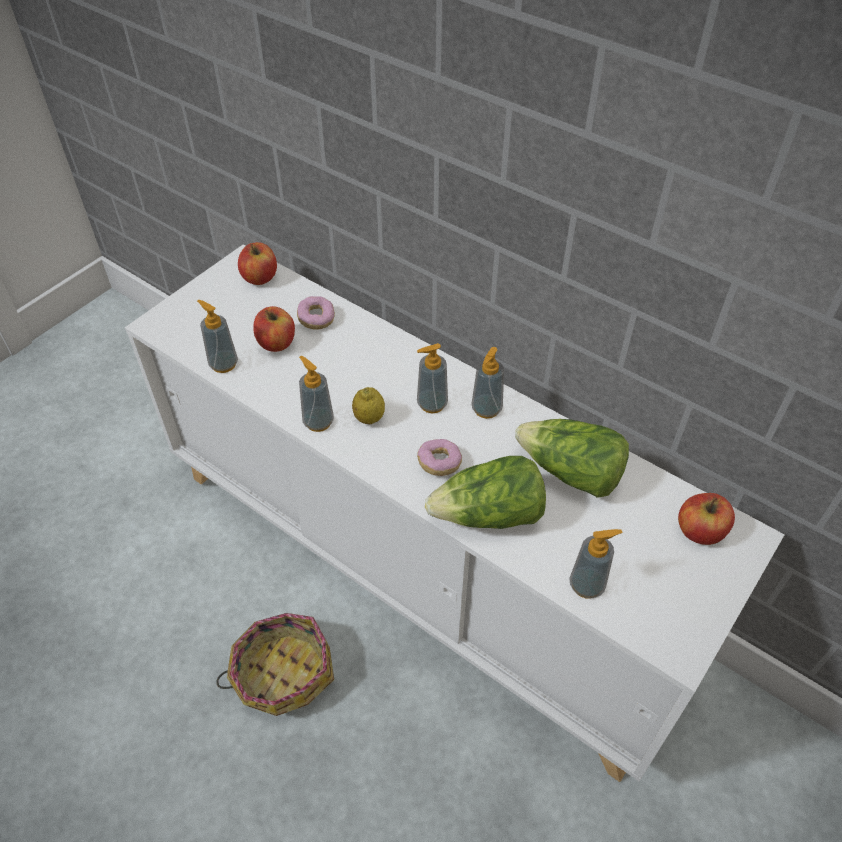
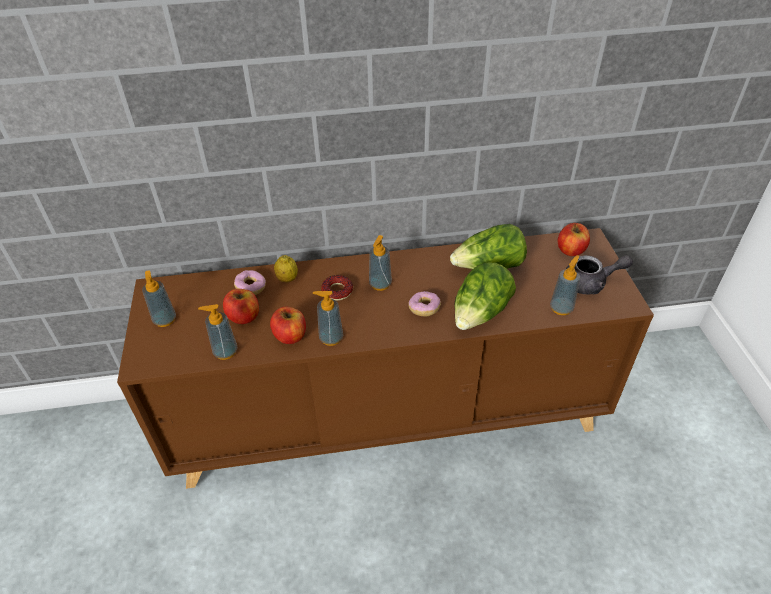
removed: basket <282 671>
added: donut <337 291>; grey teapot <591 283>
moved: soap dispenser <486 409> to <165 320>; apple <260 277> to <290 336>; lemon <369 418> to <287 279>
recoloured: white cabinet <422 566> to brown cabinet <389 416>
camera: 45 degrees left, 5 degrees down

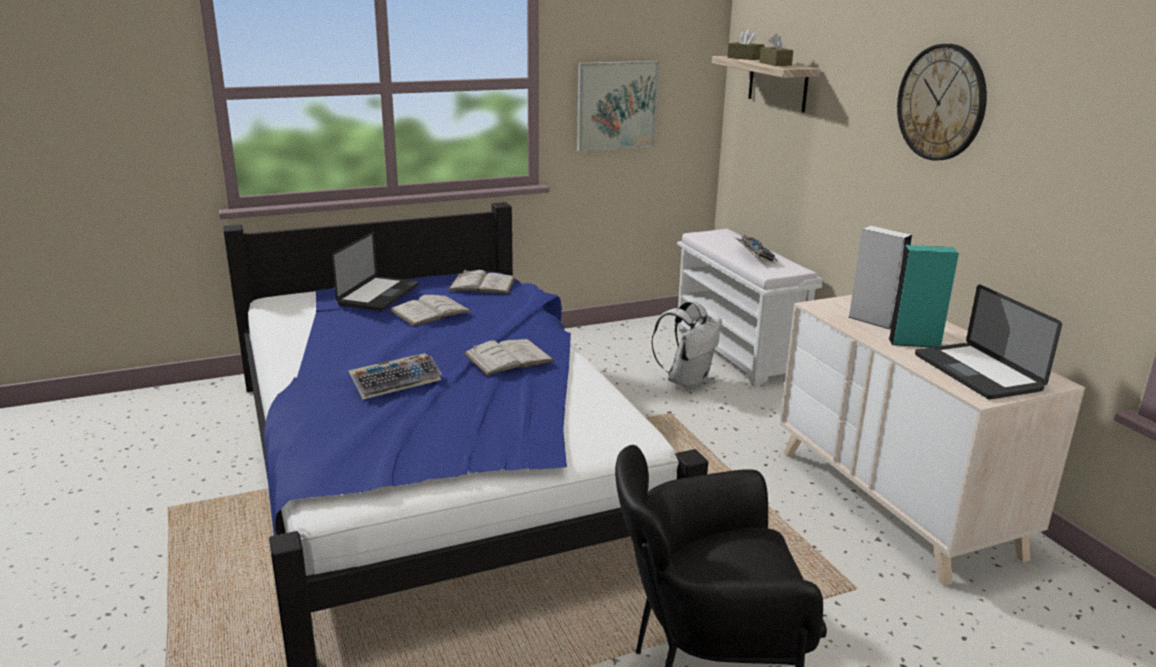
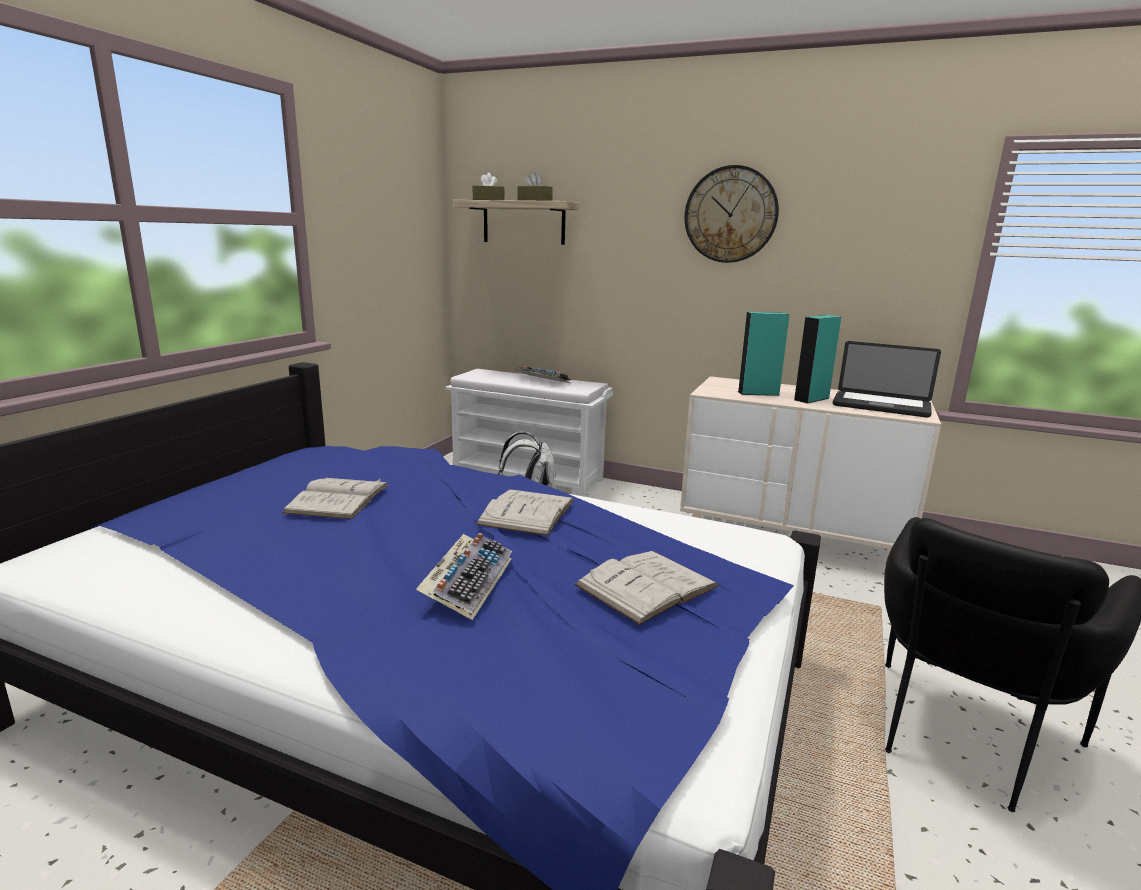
removed: laptop <379 295>; picture <616 105>
moved: white book <482 284> to <646 585>
recoloured: white speaker <872 321> to turquoise speaker <758 393>
camera: 45 degrees left, 5 degrees down

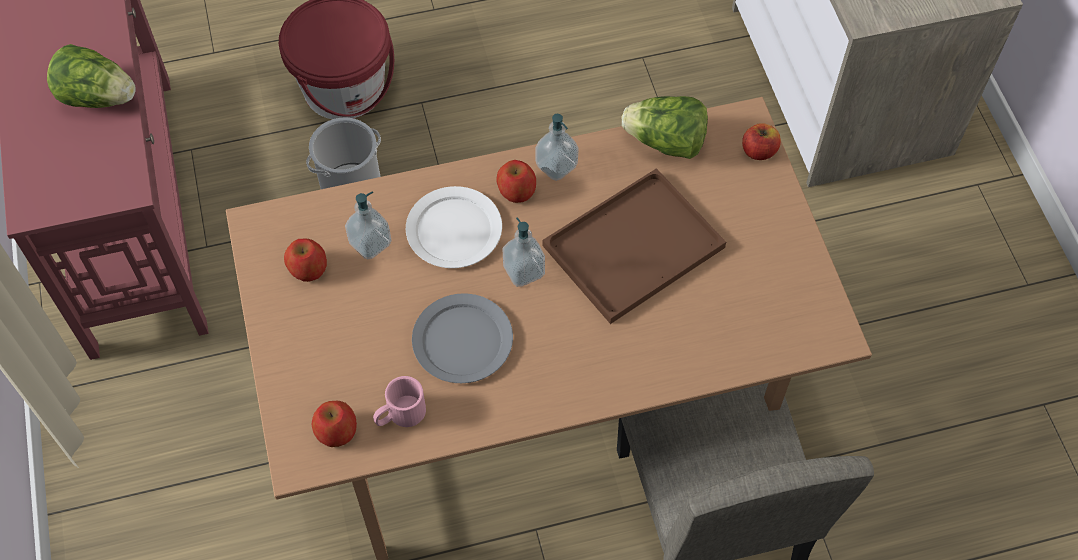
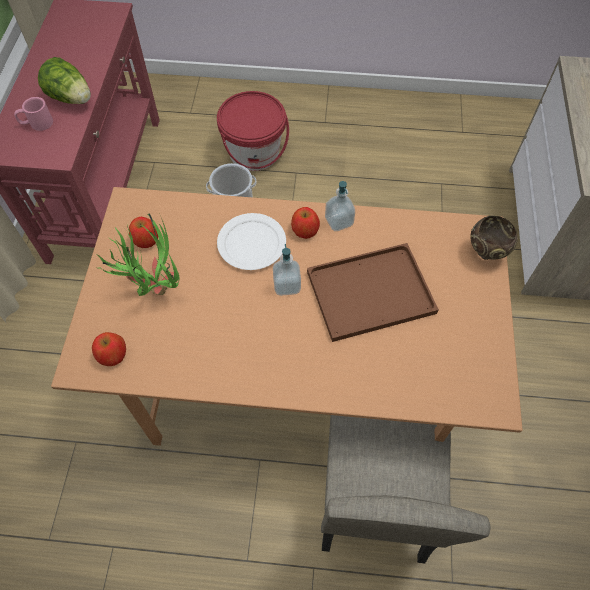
removed: soap dispenser <370 243>; grey plate <463 341>; lettuce <665 142>
added: potted plant <152 286>
moved: pink mug <399 415> to <36 123>
replaced: apple <758 151> to brown bowl <487 253>
camera: 20 degrees right, 0 degrees up

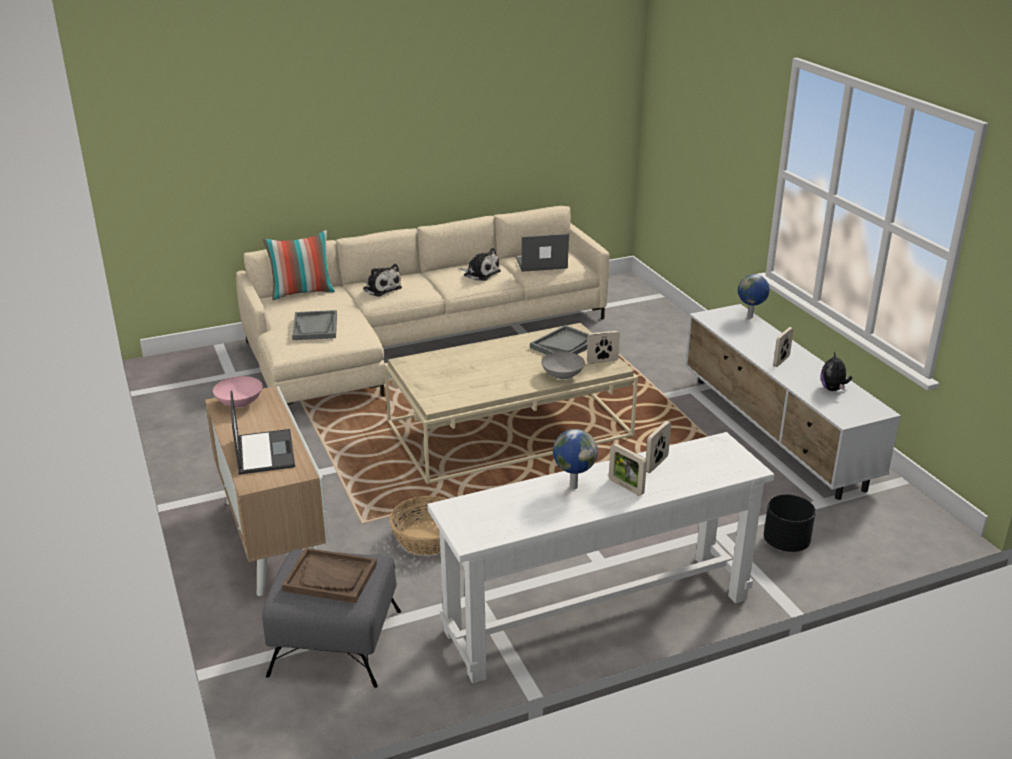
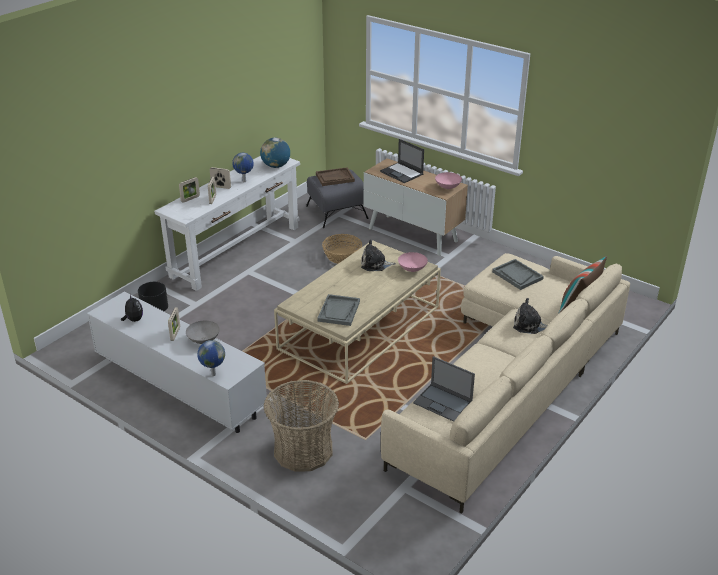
added: globe <276 166>; basket <303 450>; pink bowl <412 269>
moved: picture frame <602 361> to <190 199>; grey bowl <563 376> to <203 340>; plush toy <480 273> to <375 264>
turned: laptop <540 263> = <443 403> 75 degrees clockwise
camera: 150 degrees right, 5 degrees up

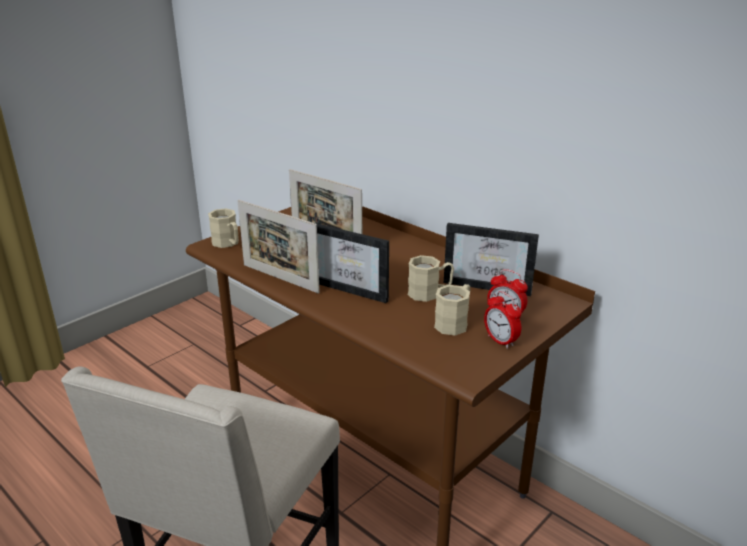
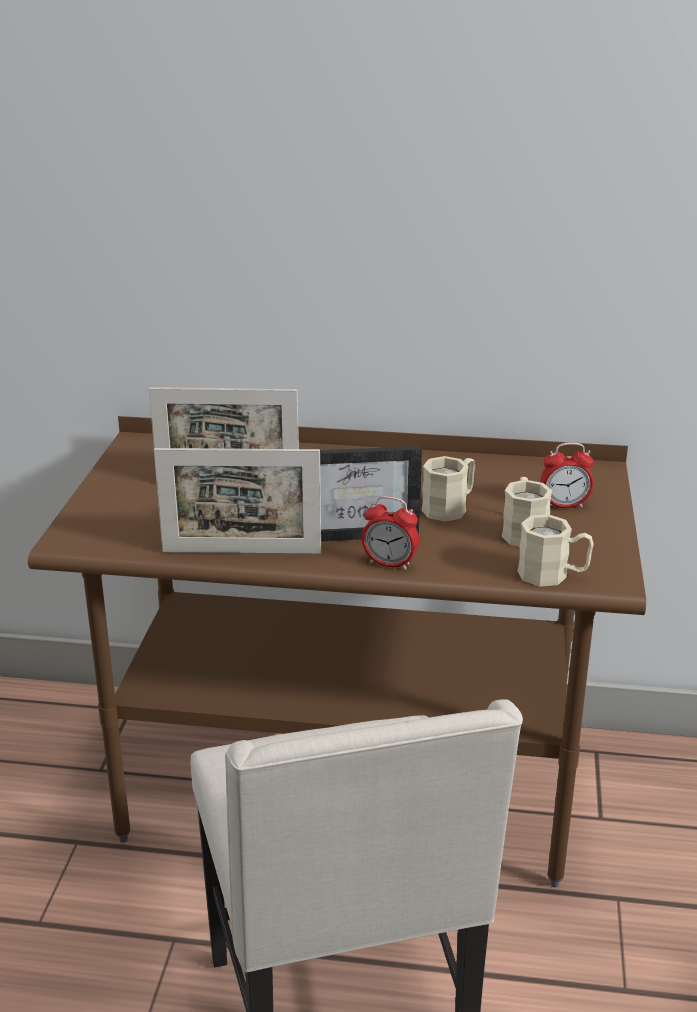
removed: picture frame <490 284>
moved: alarm clock <500 341> to <390 564>; beige mug <228 244> to <553 575>
camera: 35 degrees left, 0 degrees up

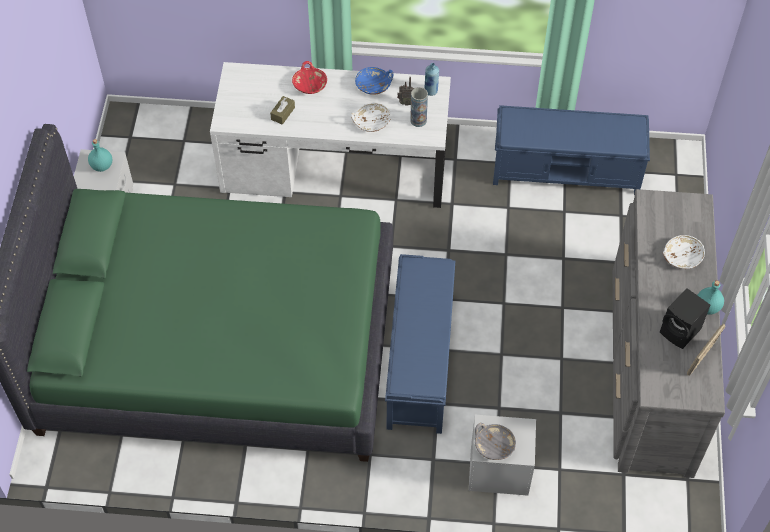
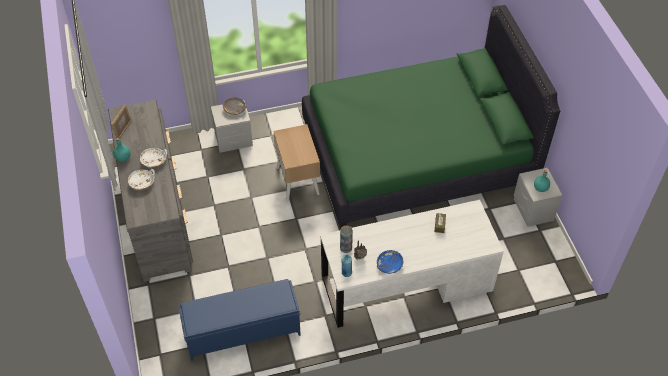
removed: red bowl <310 84>; black speaker <681 332>
moved: white bowl <371 122> to <154 160>
replaced: blue bench <420 359> to beige nightstand <298 181>
camera: 160 degrees right, 5 degrees down

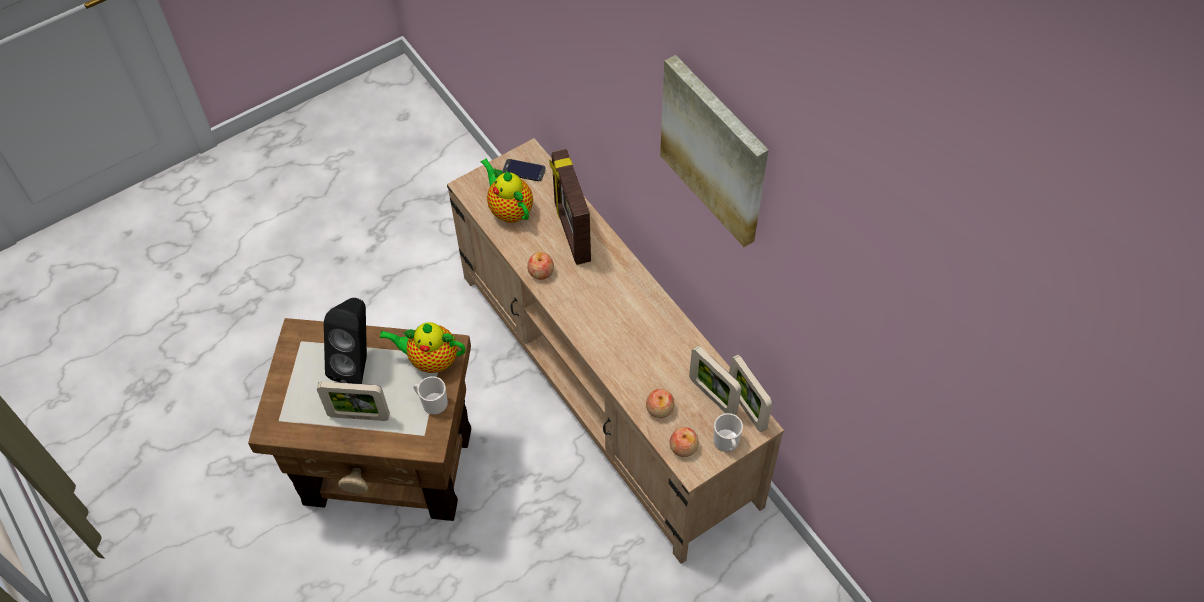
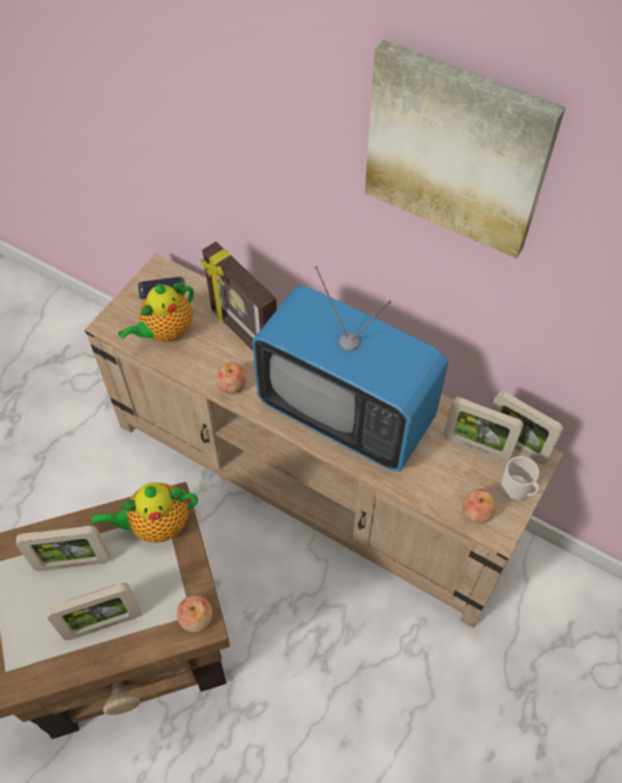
removed: mug <432 403>
added: television <346 413>
moved: apple <659 409> to <196 618>
replaced: black speaker <357 363> to picture frame <73 563>
turned: teapot <509 209> = <166 332> 75 degrees counterclockwise
camera: 25 degrees left, 0 degrees up

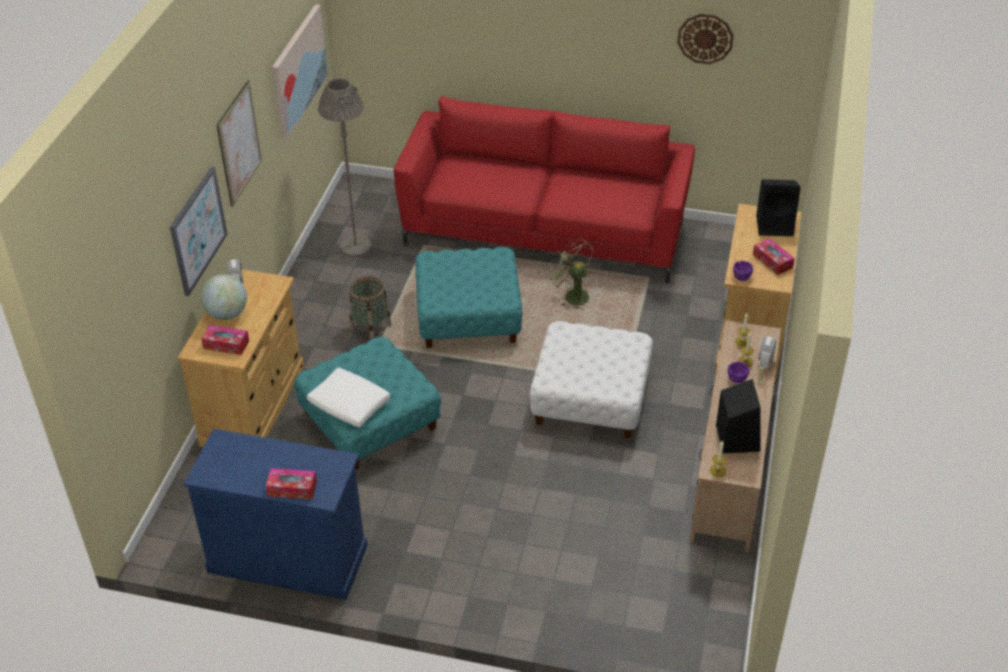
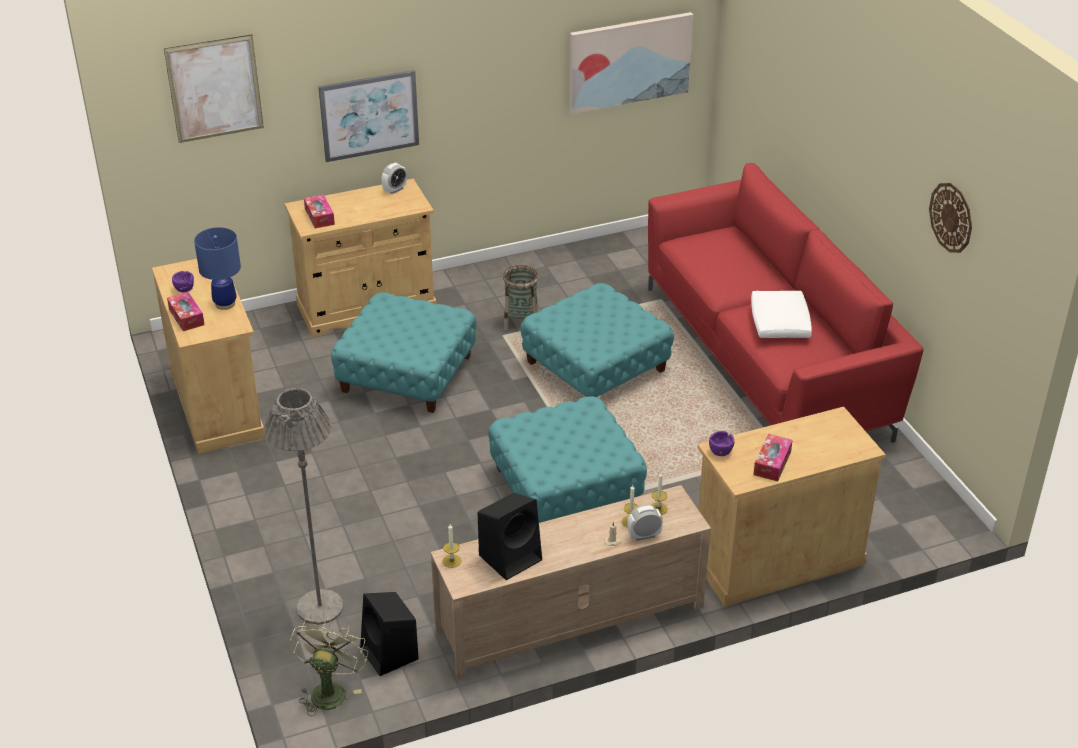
removed: globe <227 314>
added: blue table lamp <225 304>
moved: picture <239 143> to <215 88>; purple bowl <737 378> to <184 288>; grey floor lamp <355 246> to <320 607>; green fan <572 295> to <329 690>; black speaker <775 225> to <390 654>; white pillow <350 405> to <780 324>
recoloured: blue cabinet <288 558> to beige cabinet <217 404>; white ottoman <590 398> to turquoise ottoman <565 487>
camera: 55 degrees right, 5 degrees down

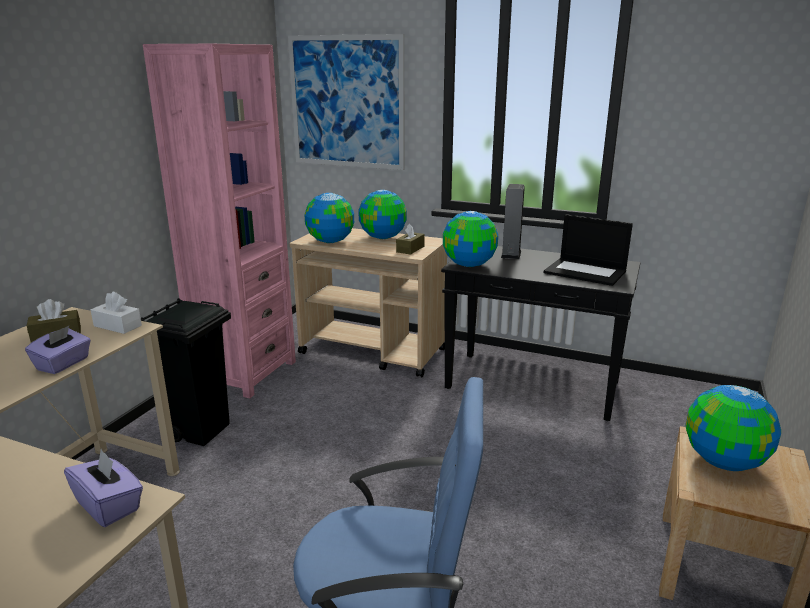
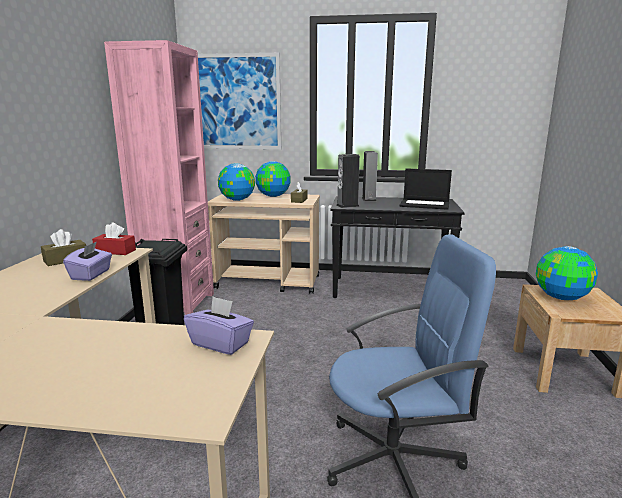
replaced: globe <469 265> to speaker <347 206>
recoloured: white tissue box <117 326> to red tissue box <115 251>
camera: 15 degrees left, 5 degrees down

